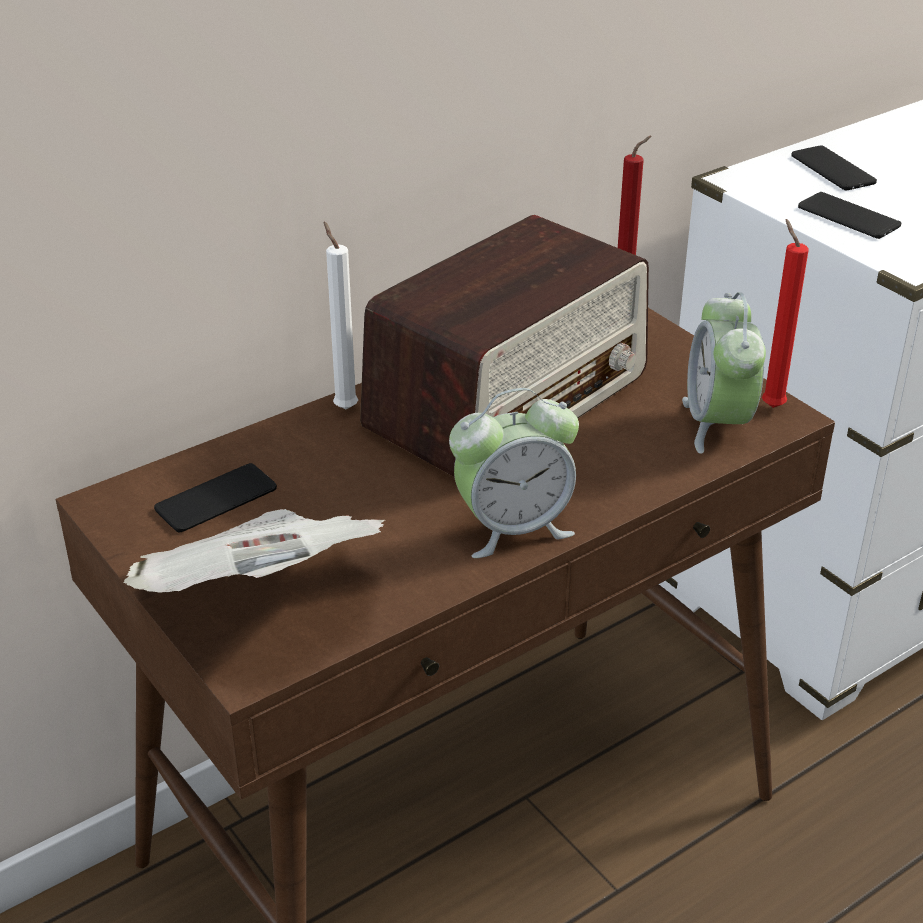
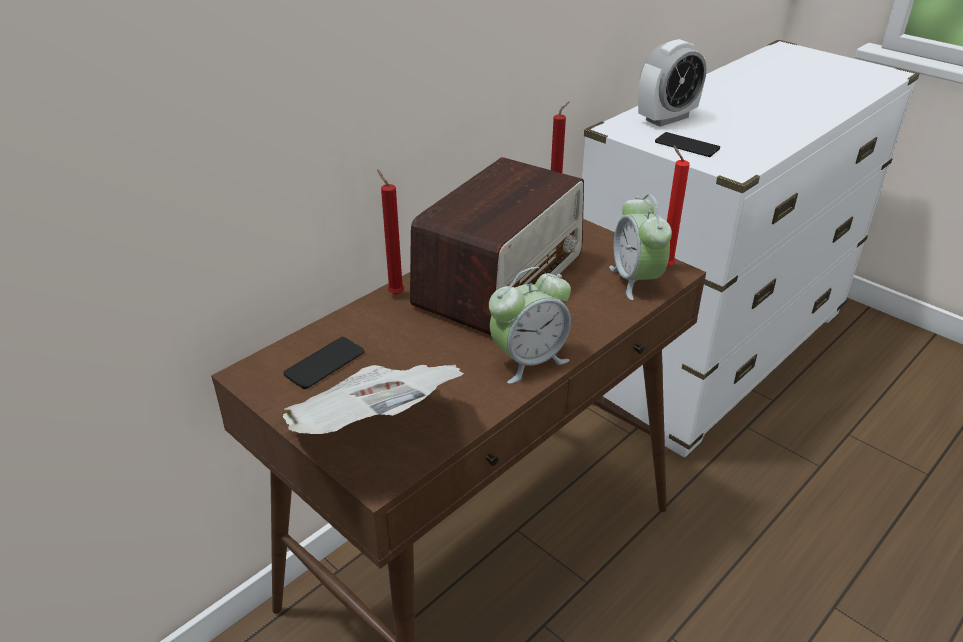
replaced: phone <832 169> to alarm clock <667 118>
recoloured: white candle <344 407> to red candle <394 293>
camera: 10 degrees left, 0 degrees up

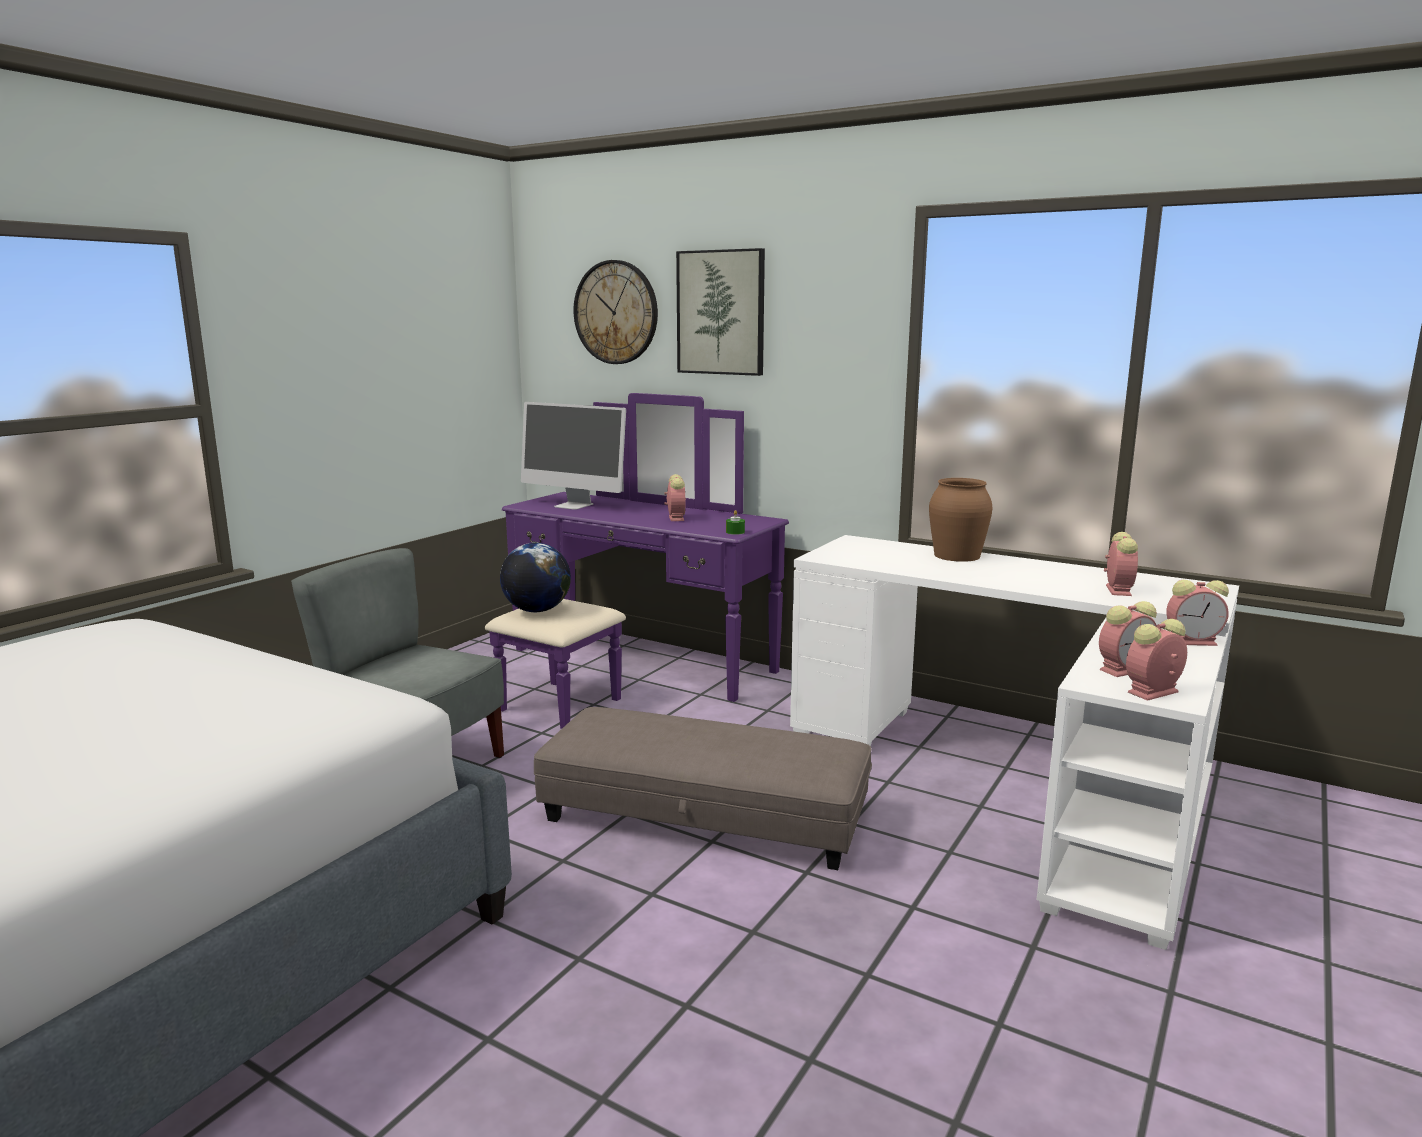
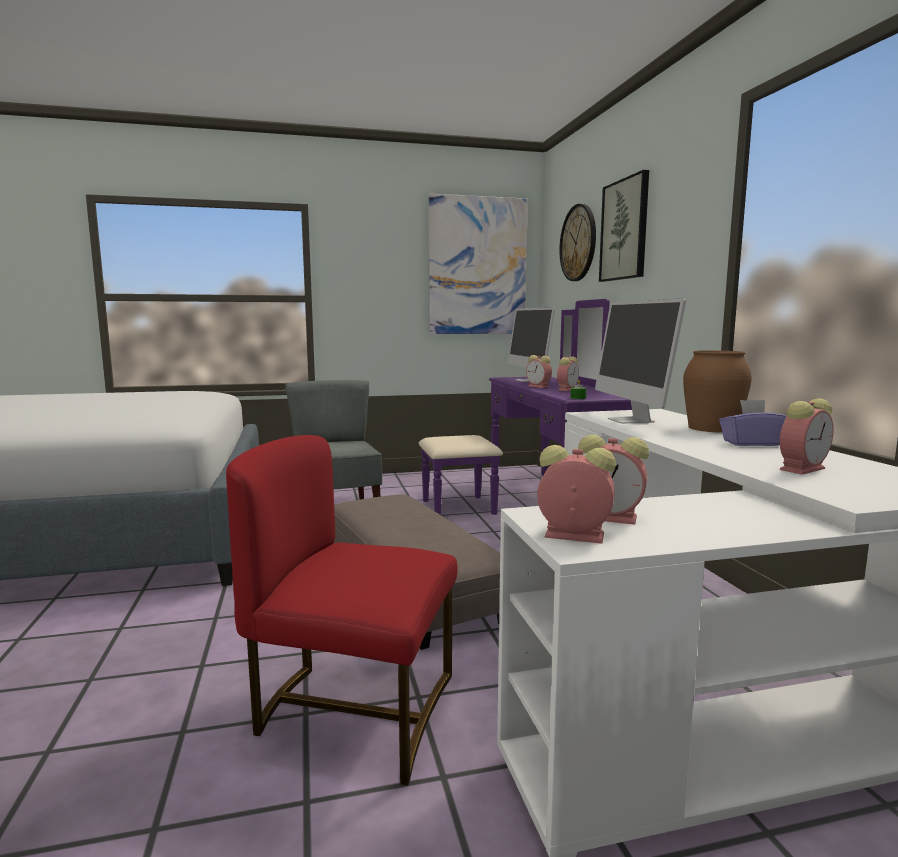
removed: globe <536 610>
added: red chair <354 710>; picture <477 266>; monitor <630 420>; purple tissue box <751 443>
moved: alarm clock <1194 641> to <539 387>
camera: 45 degrees right, 5 degrees down

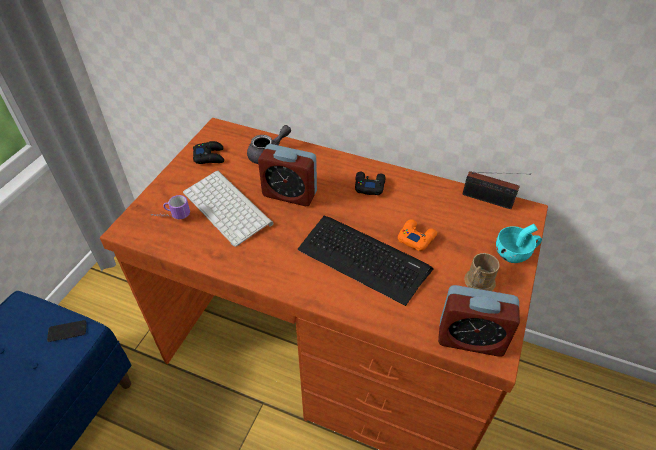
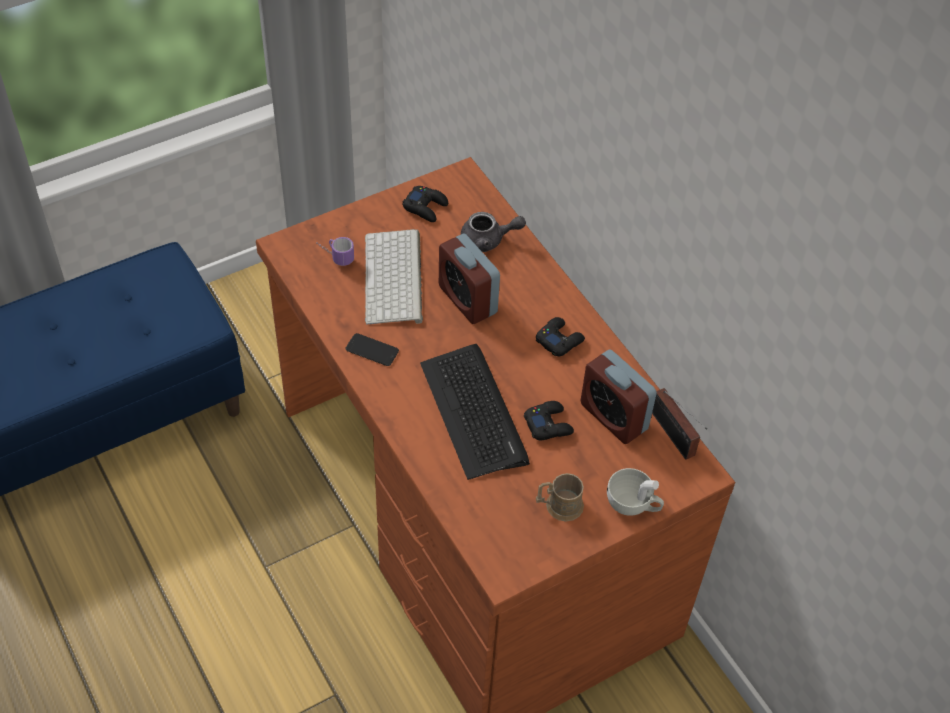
moved: phone <67 331> to <372 350>; alarm clock <470 339> to <613 417>
recoloured: orange game controller <416 237> to black game controller <548 424>; turquoise cup <515 253> to white cup <633 505>
camera: 35 degrees right, 5 degrees up

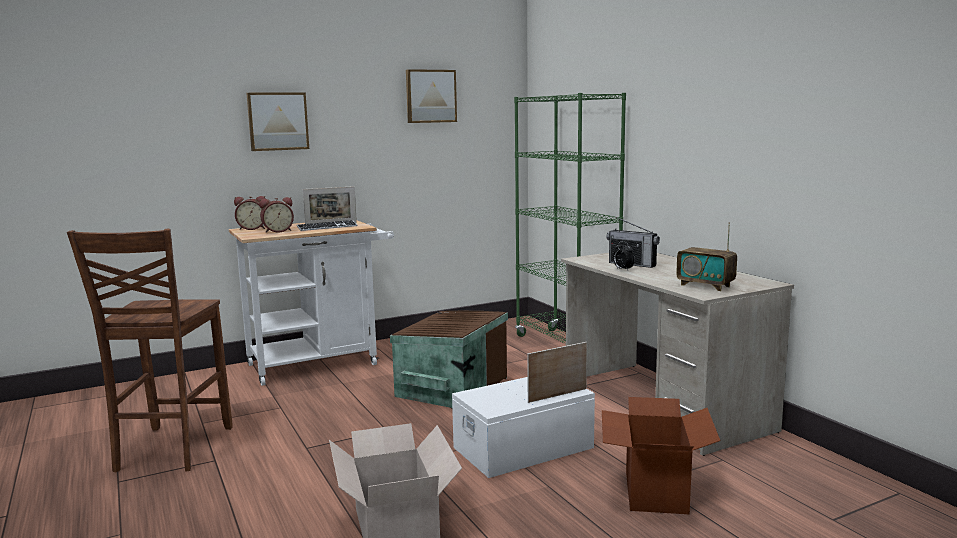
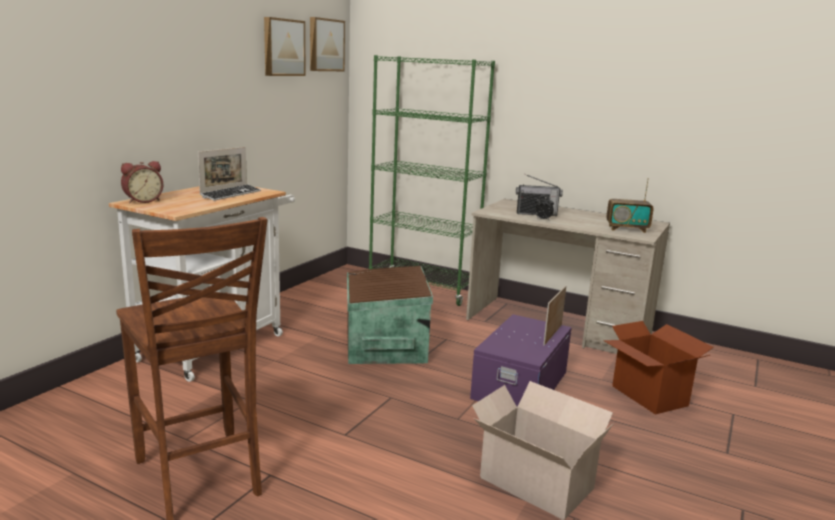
removed: alarm clock <277 231>
moved: picture <277 121> to <325 45>
recoloured: white storage box <522 447> to purple storage box <518 384>
camera: 35 degrees left, 5 degrees up

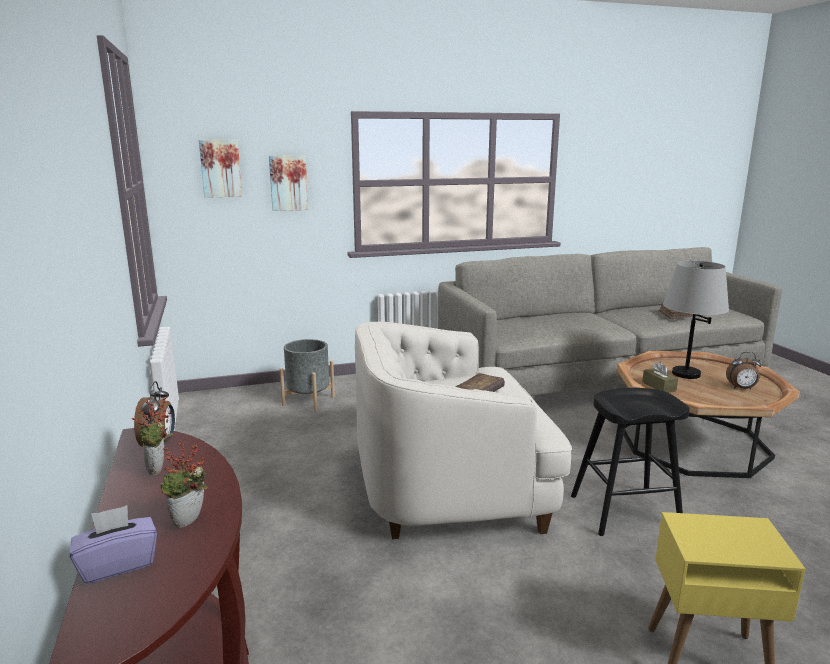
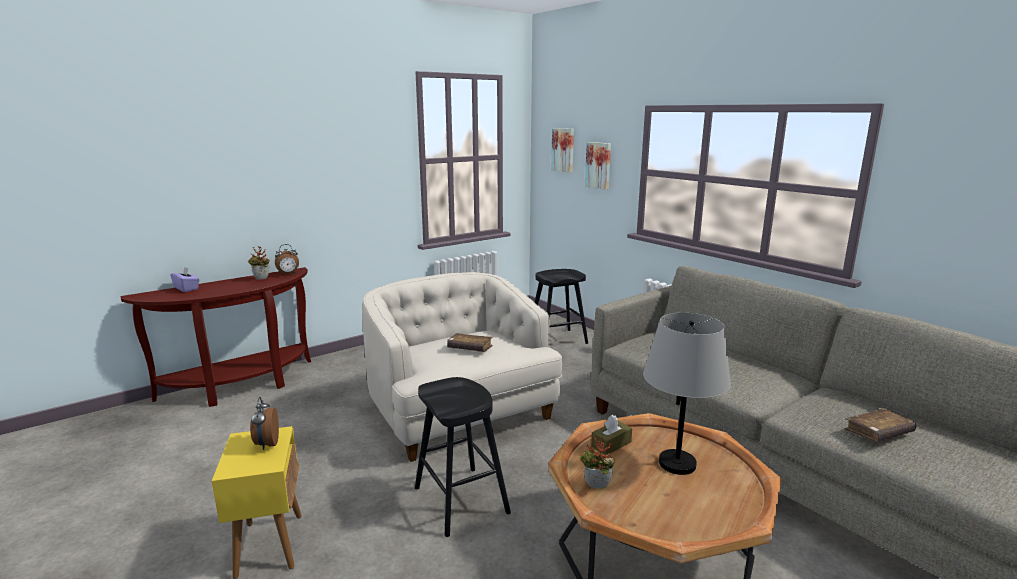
moved: alarm clock <741 388> to <266 444>; potted plant <189 523> to <596 487>
replaced: grey planter <308 401> to black stool <557 340>
camera: 70 degrees right, 0 degrees up

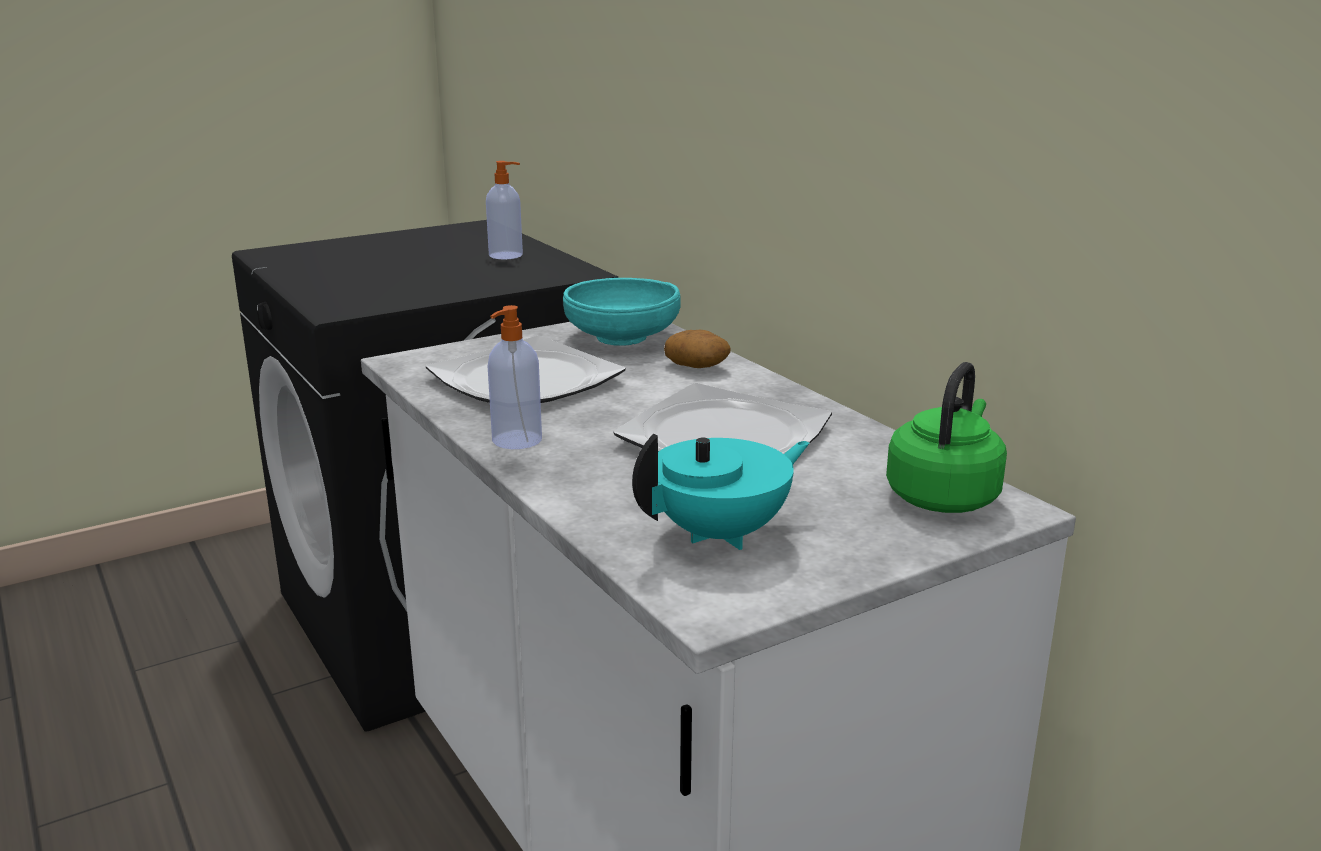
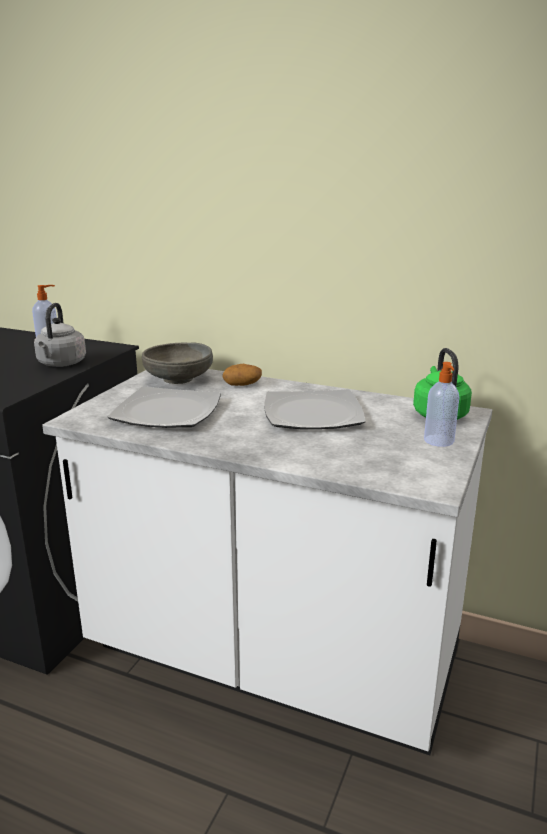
removed: turquoise teapot <722 534>
added: grey kettle <61 364>
moved: soap dispenser <515 441> to <439 441>
recoloured: turquoise bowl <622 338> to grey bowl <179 379>
camera: 35 degrees left, 0 degrees up

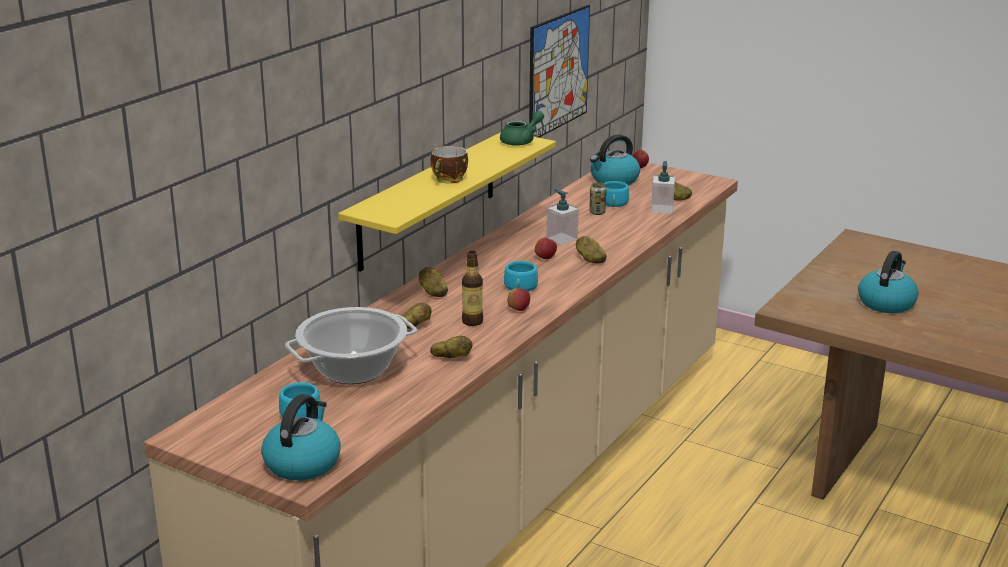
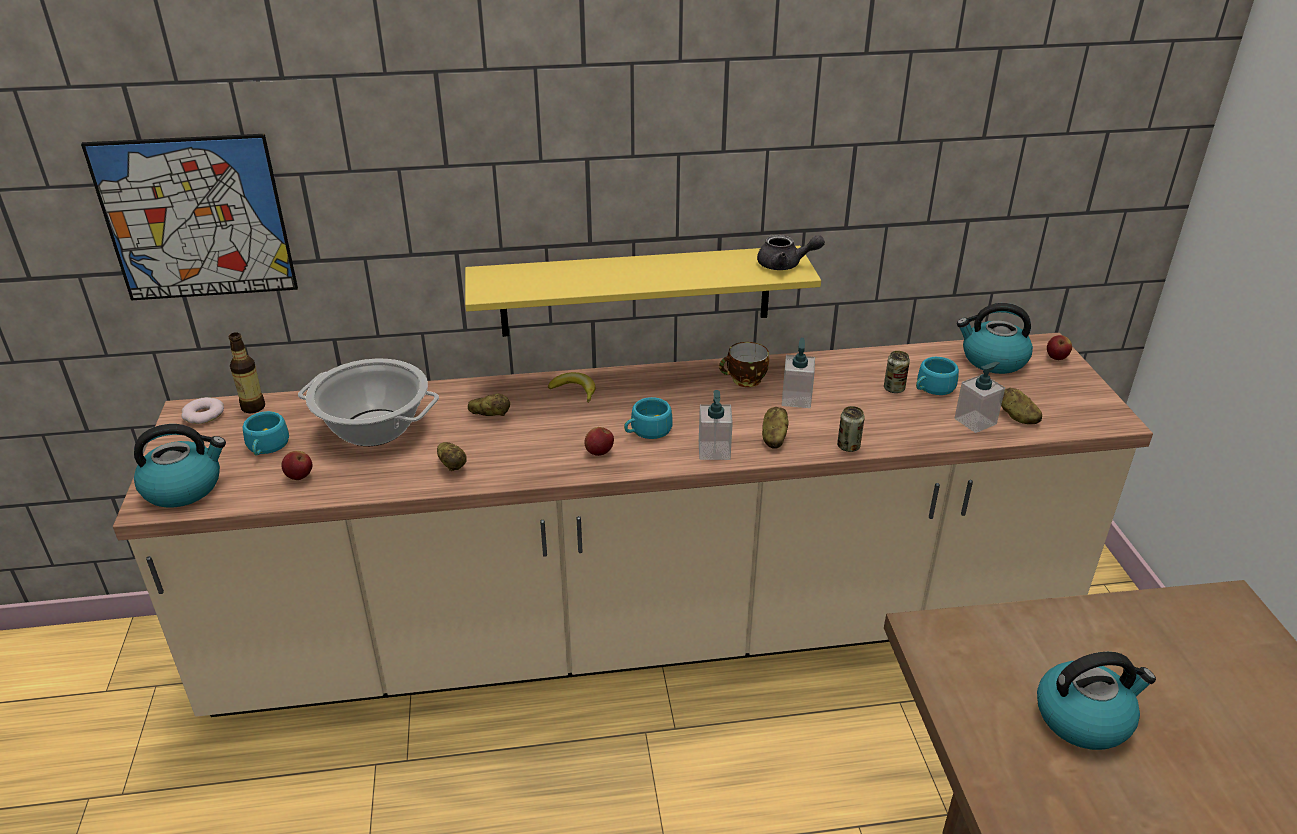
added: donut <204 415>; soap dispenser <714 451>; can <848 446>
moved: picture <558 71> to <196 219>; bottle <472 321> to <253 407>; apple <545 258> to <299 477>; cup <449 180> to <744 380>
replaced: potato <433 292> to banana <575 391>
recoloured: green teapot <521 141> to grey teapot <785 265>
camera: 50 degrees right, 10 degrees up

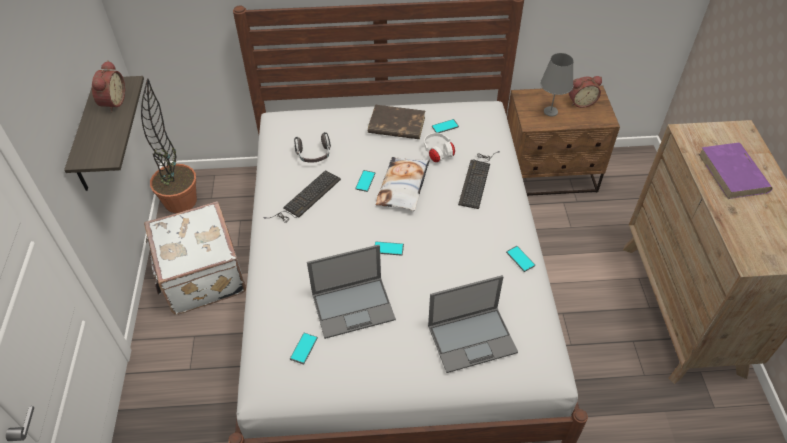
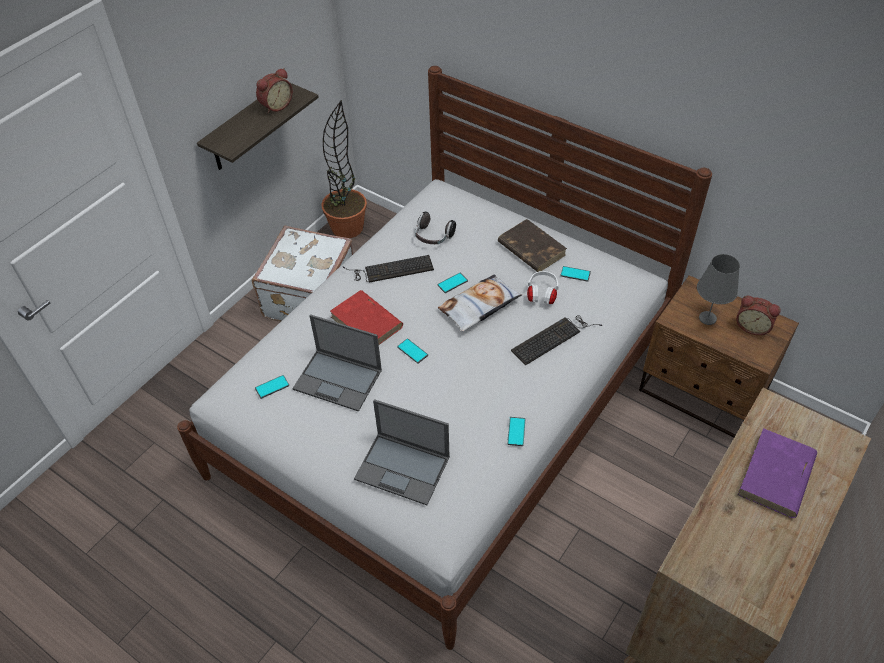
added: red book <367 322>
camera: 40 degrees right, 0 degrees up

